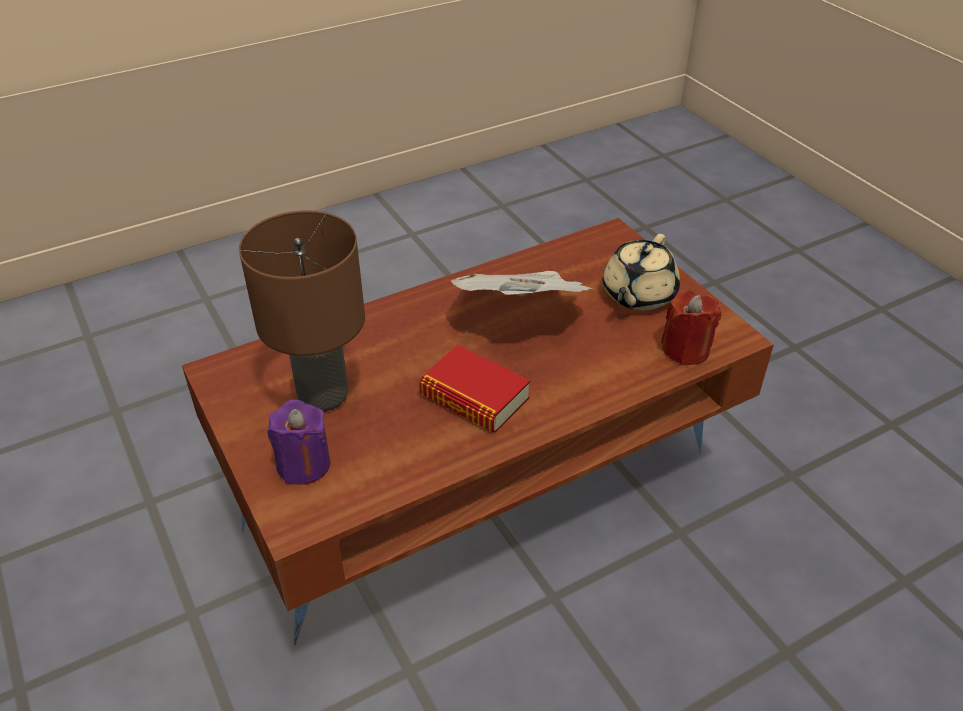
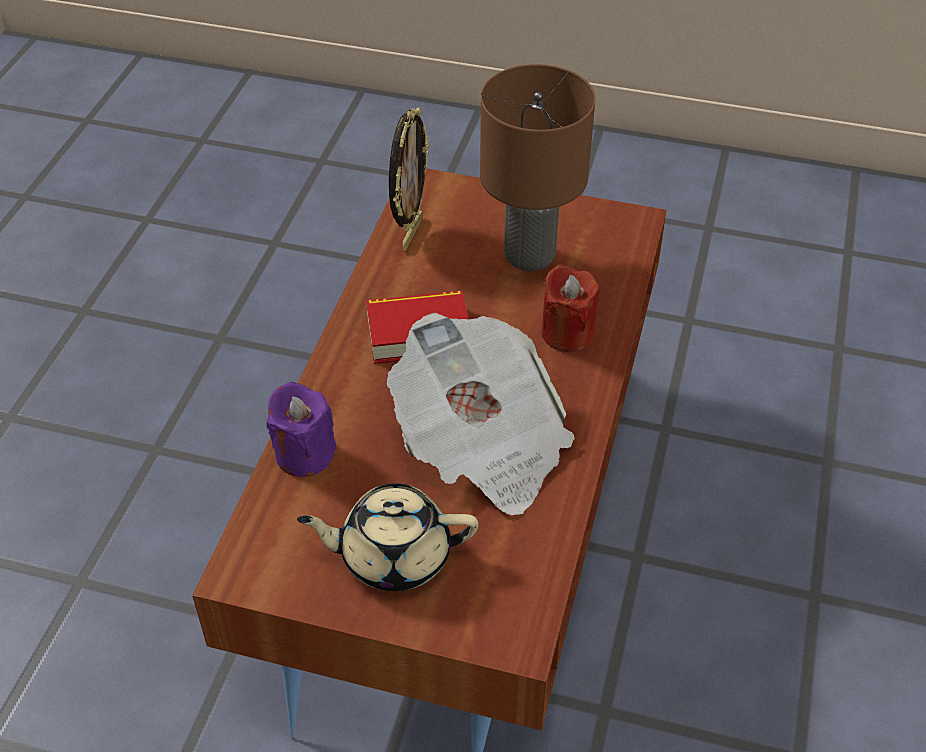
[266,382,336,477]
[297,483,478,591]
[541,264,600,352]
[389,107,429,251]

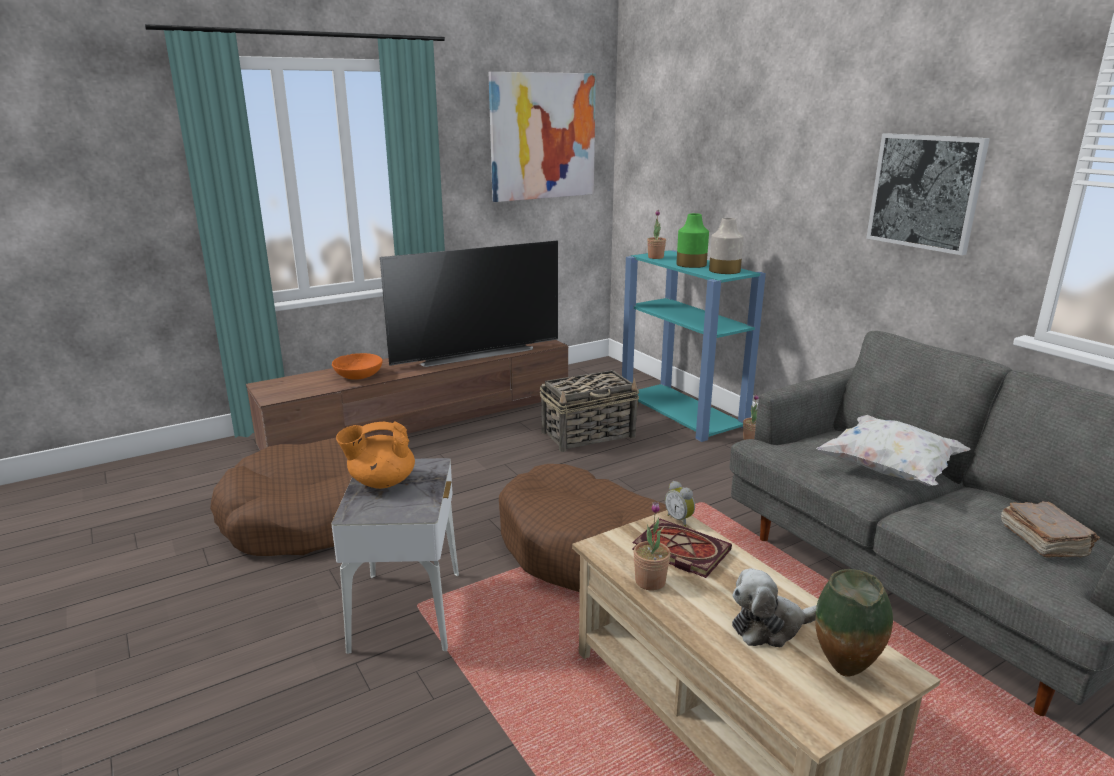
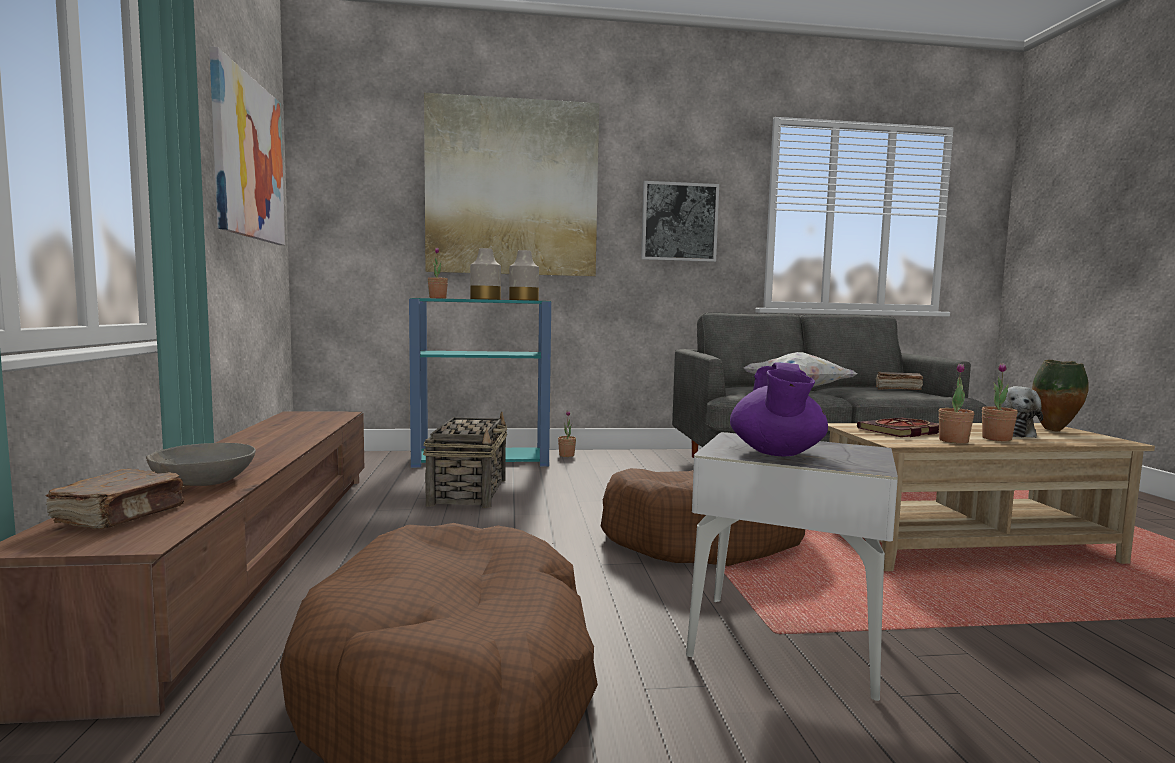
[146,443,256,486]
[730,362,828,456]
[380,241,558,367] (first image)
[665,481,695,527] (first image)
[470,248,501,300]
[45,469,185,529]
[424,93,599,276]
[982,363,1018,441]

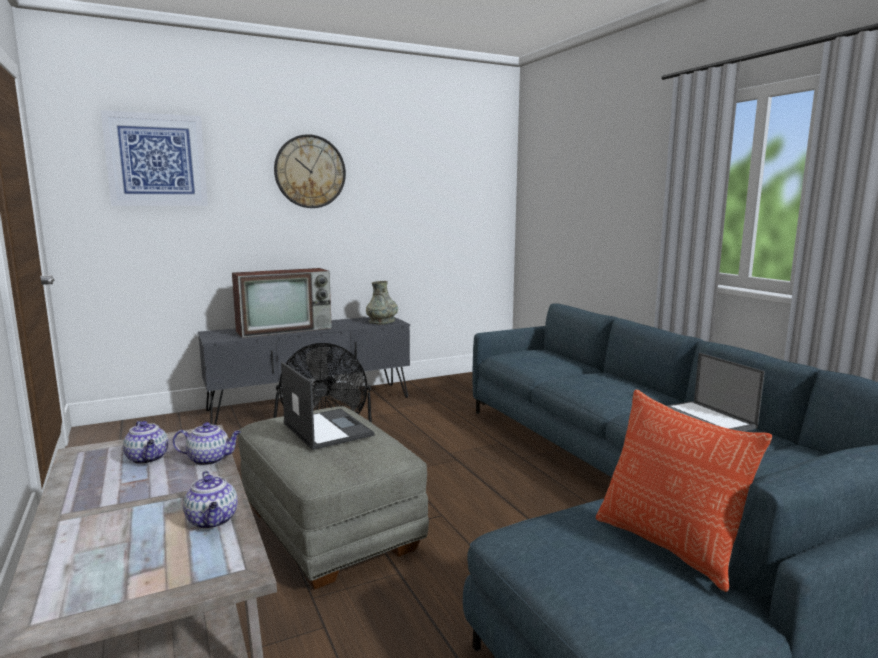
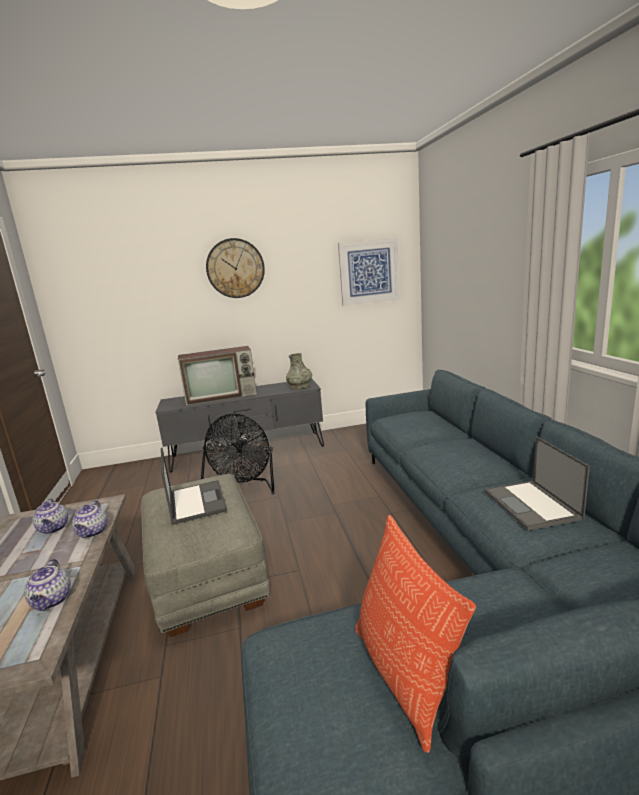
[338,238,400,306]
[72,500,107,538]

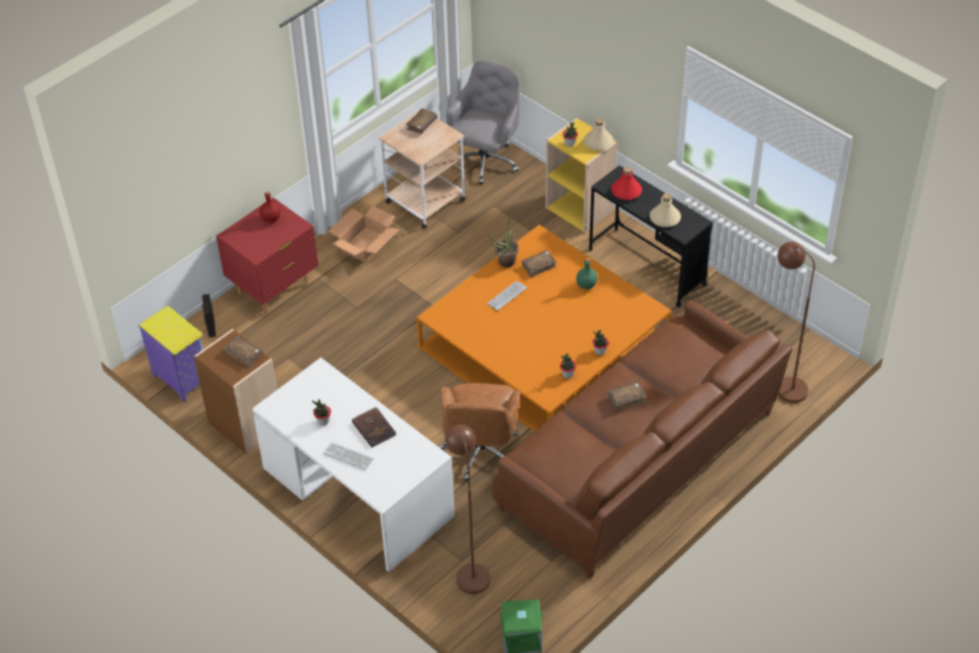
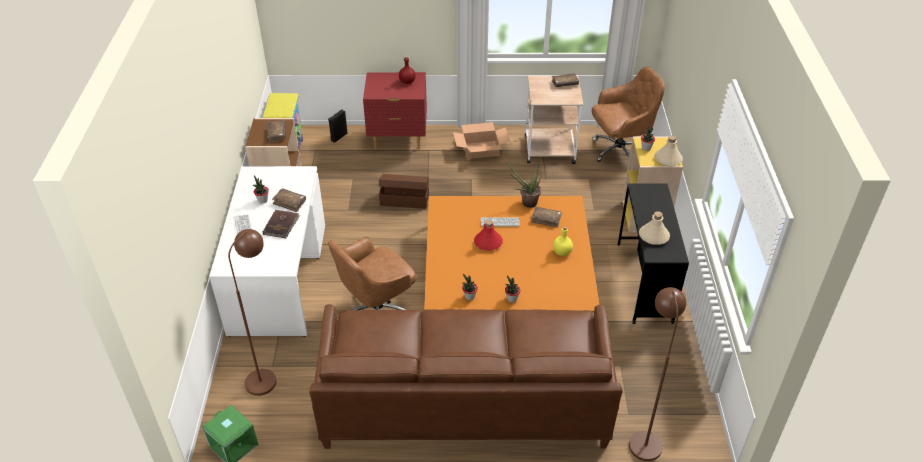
[592,67,665,162]
[553,226,573,256]
[272,188,306,212]
[474,219,503,251]
[379,174,429,209]

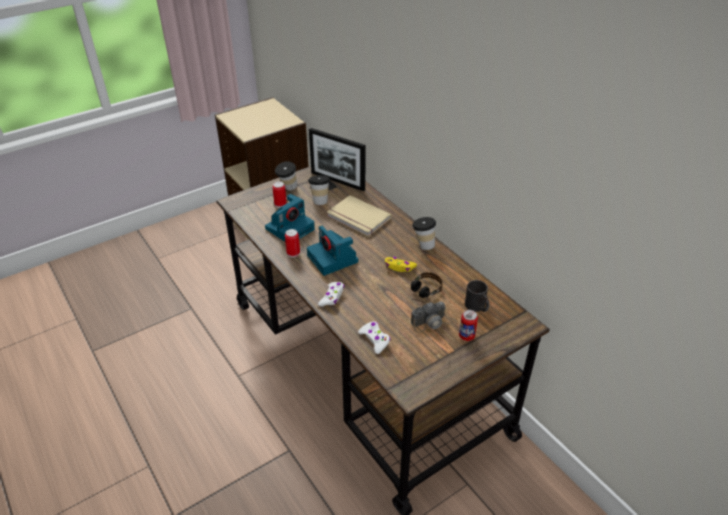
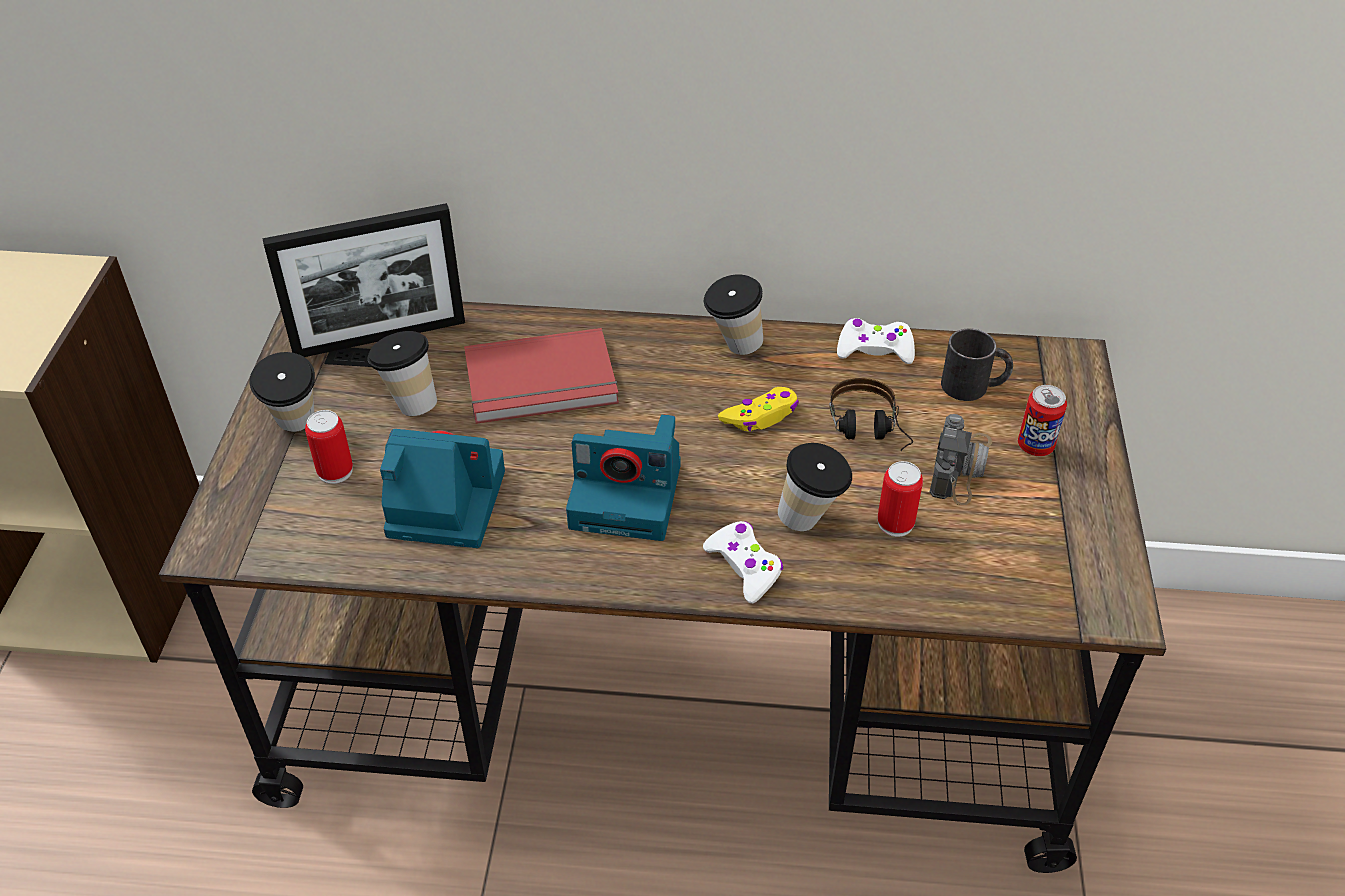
[380,429,505,548]
[877,461,923,537]
[464,328,619,424]
[837,318,915,364]
[778,443,852,531]

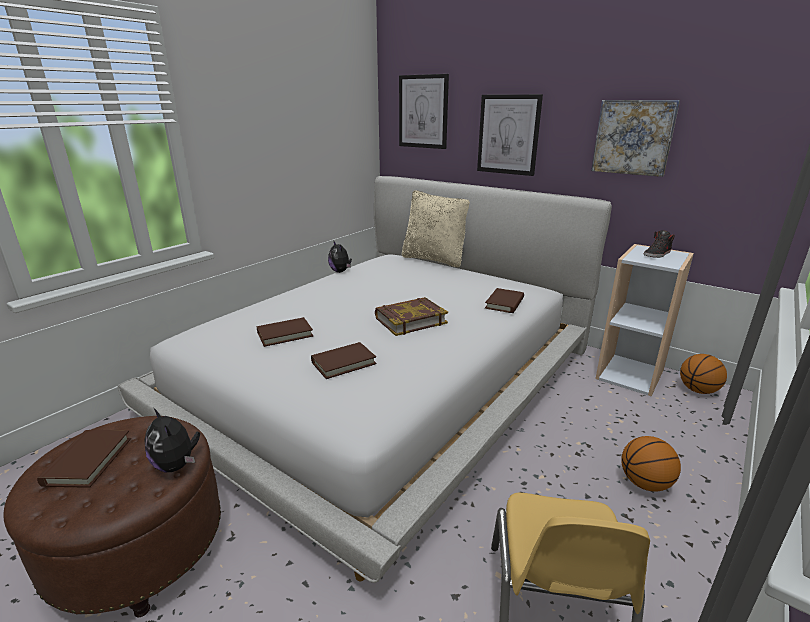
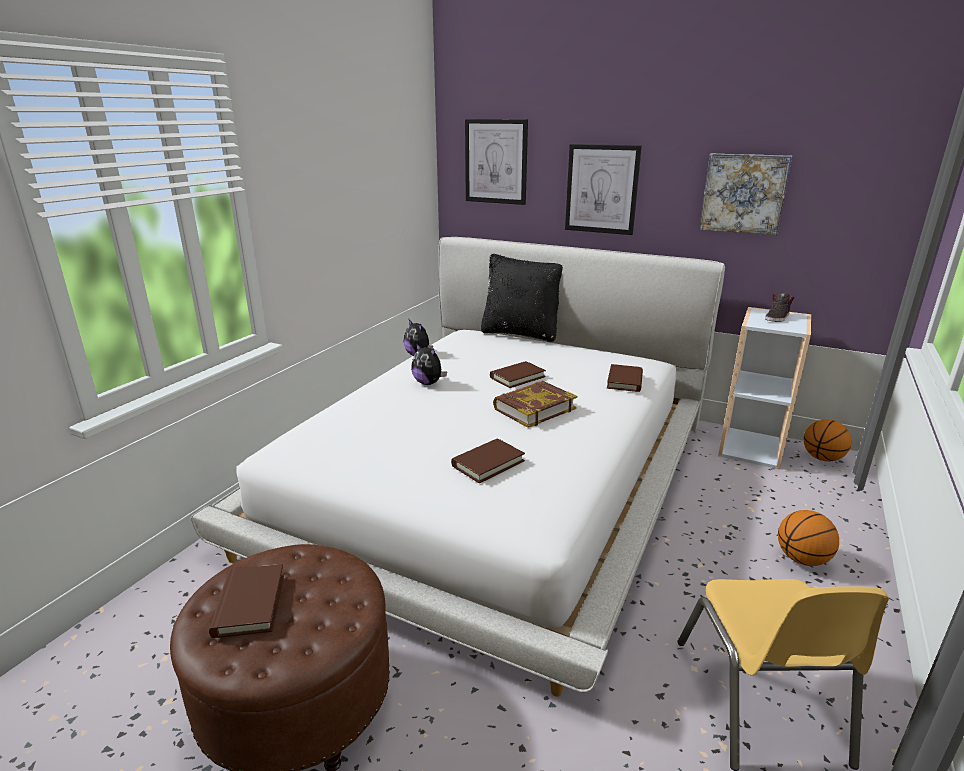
[411,343,447,385]
[490,361,546,388]
[481,253,563,342]

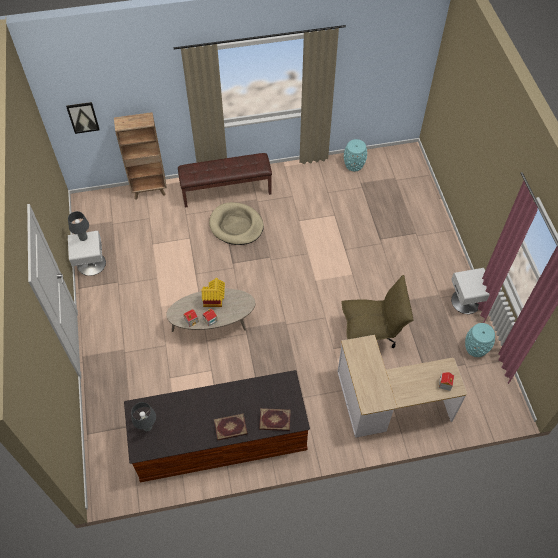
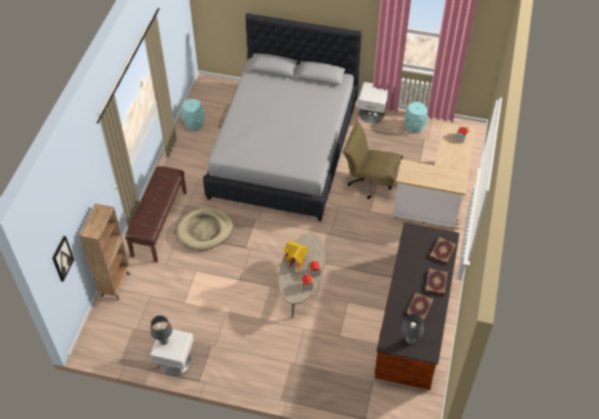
[343,120,403,199]
[203,13,362,221]
[406,293,434,322]

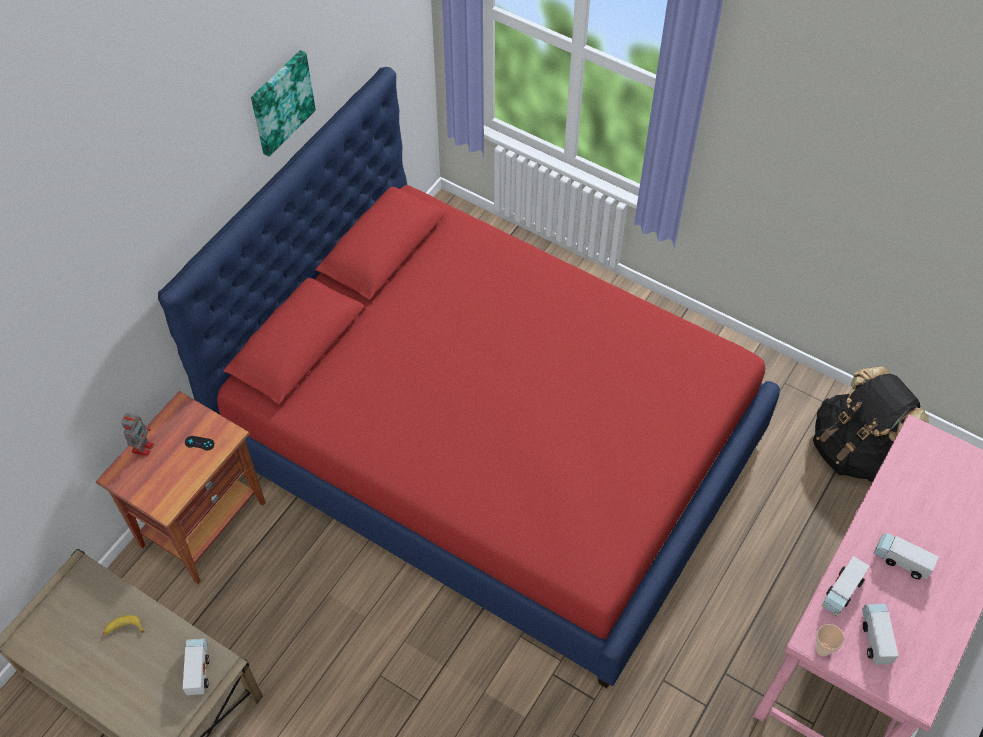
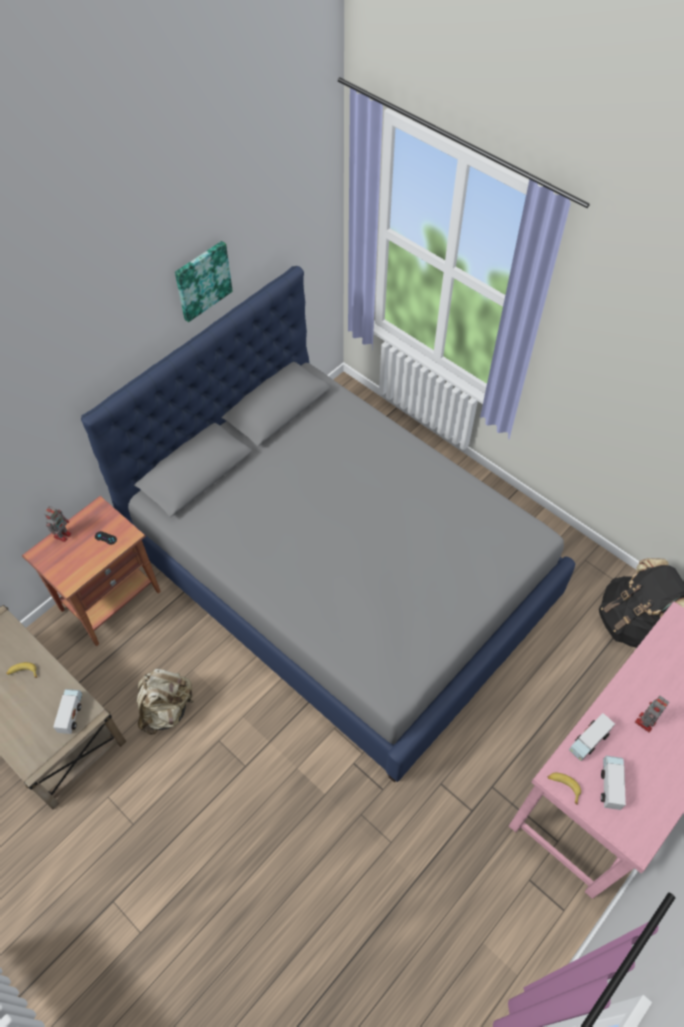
[81,266,575,783]
[547,773,581,805]
[635,696,669,733]
[137,669,193,735]

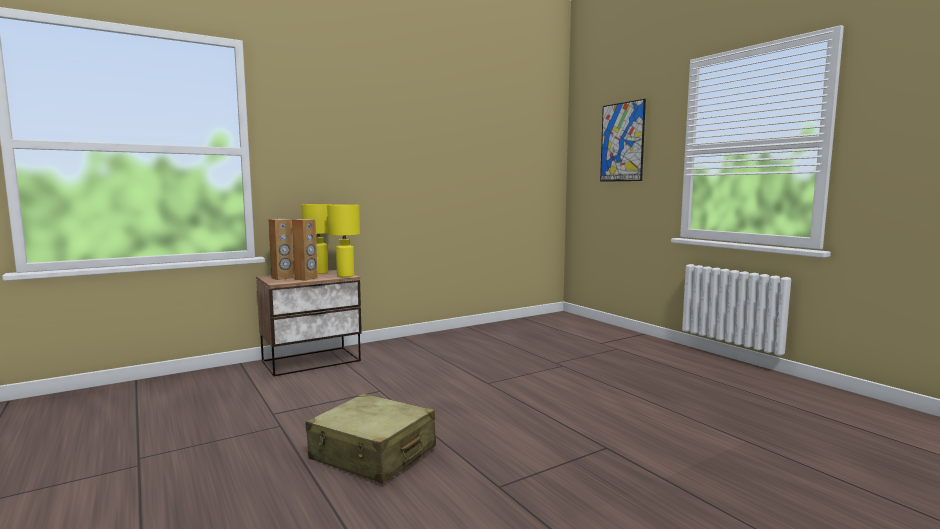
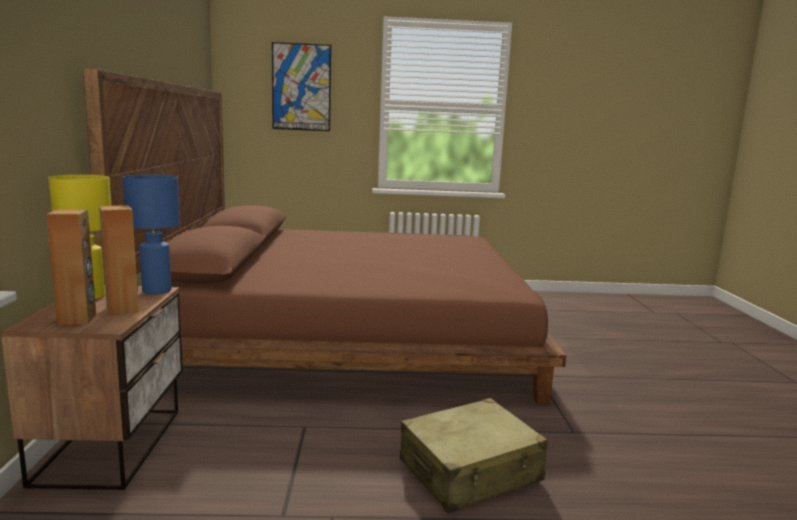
[123,175,180,295]
[83,69,566,404]

